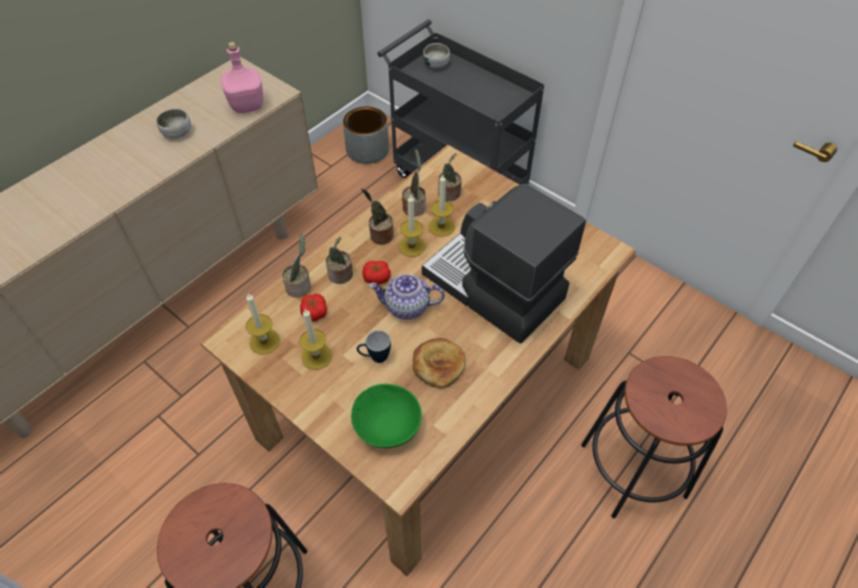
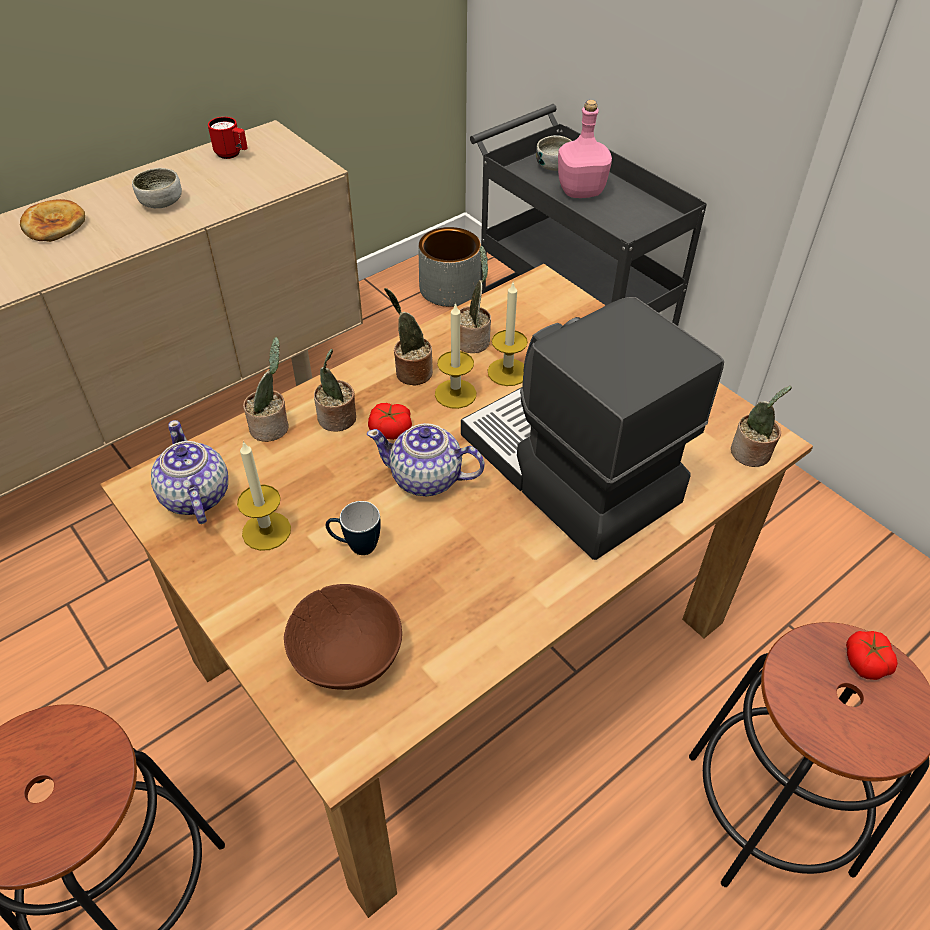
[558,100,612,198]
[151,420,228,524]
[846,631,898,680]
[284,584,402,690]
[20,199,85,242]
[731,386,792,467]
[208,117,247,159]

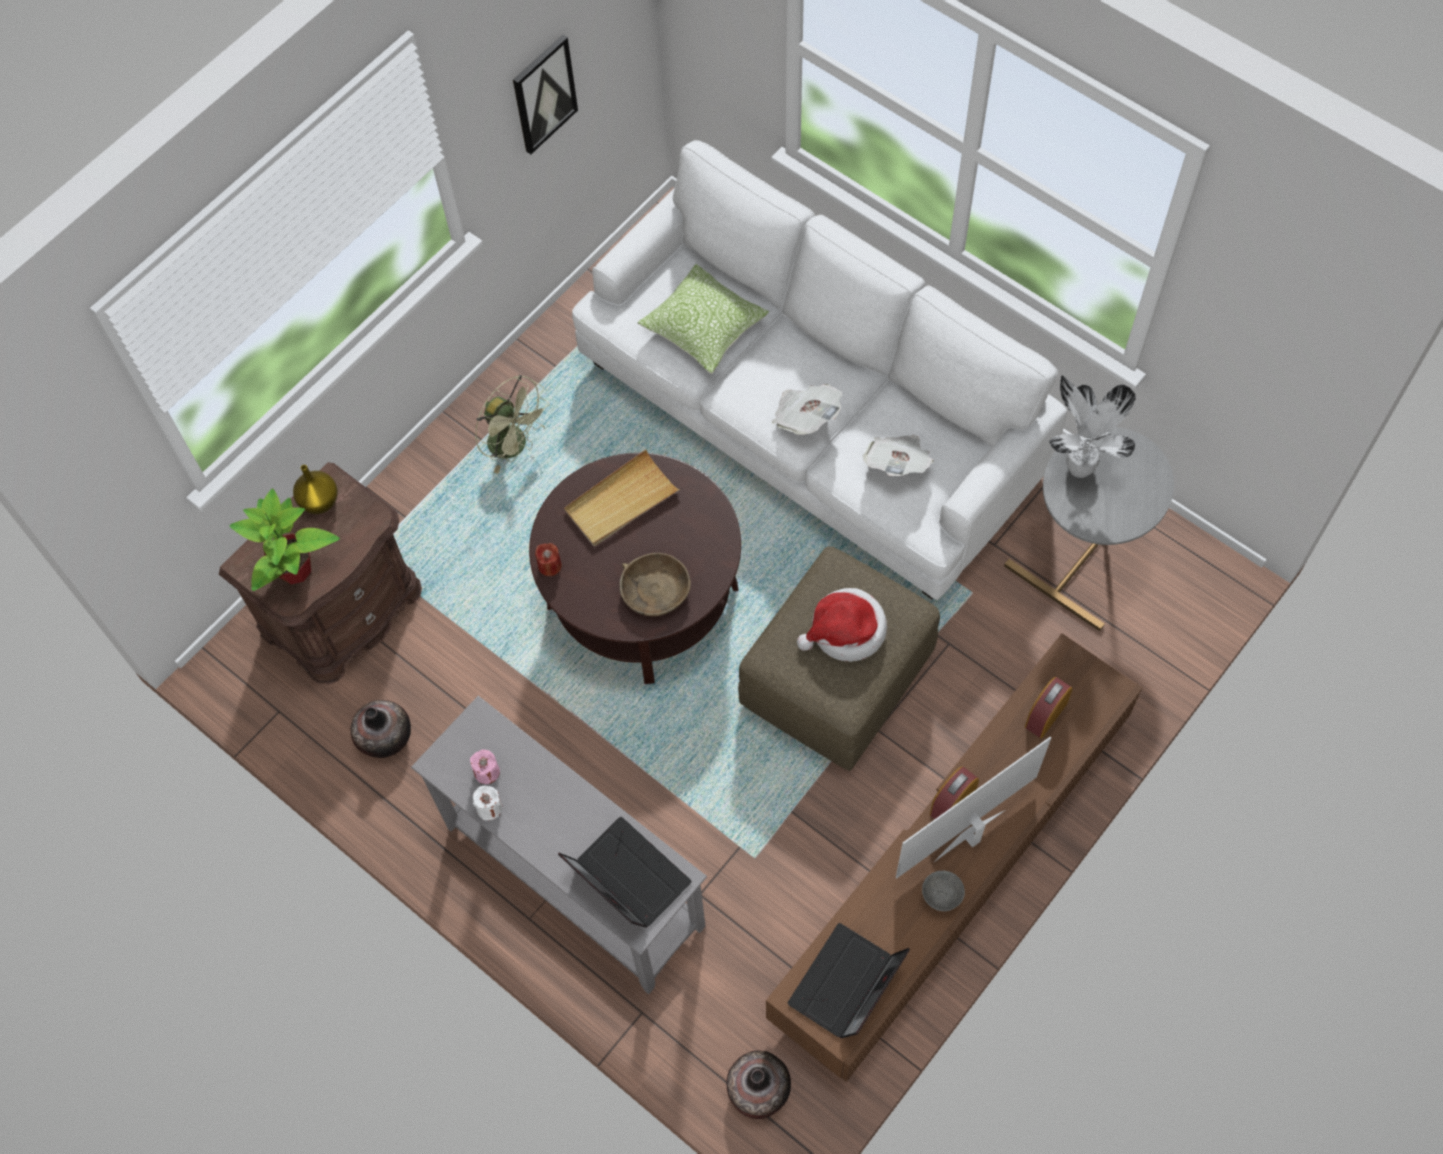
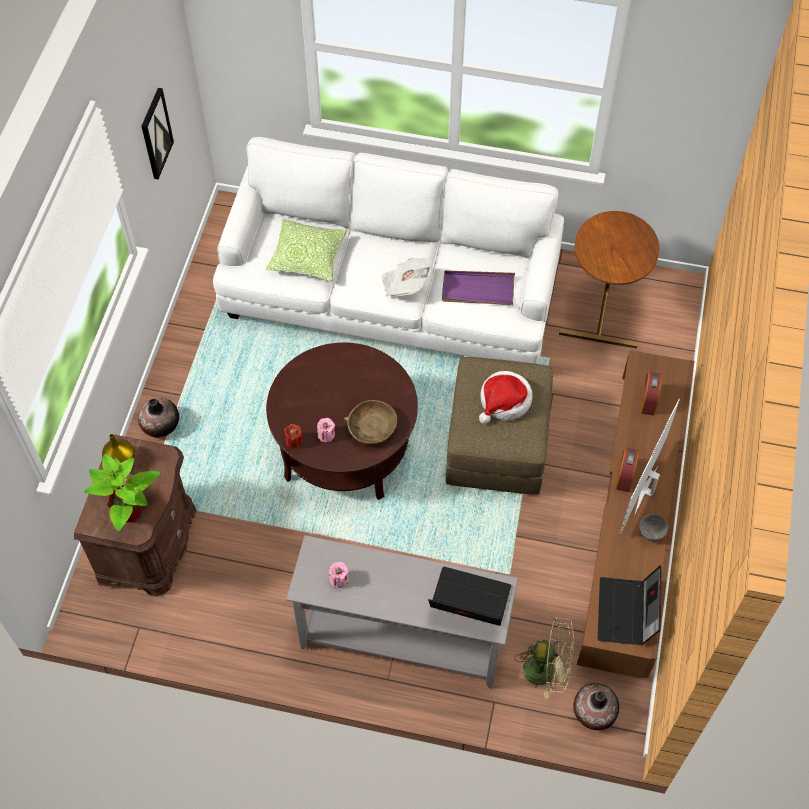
[138,398,179,437]
[473,786,502,821] (first image)
[515,617,574,699]
[564,449,680,546] (first image)
[442,271,515,306]
[559,211,660,349]
[1049,375,1136,478] (first image)
[317,418,335,443]

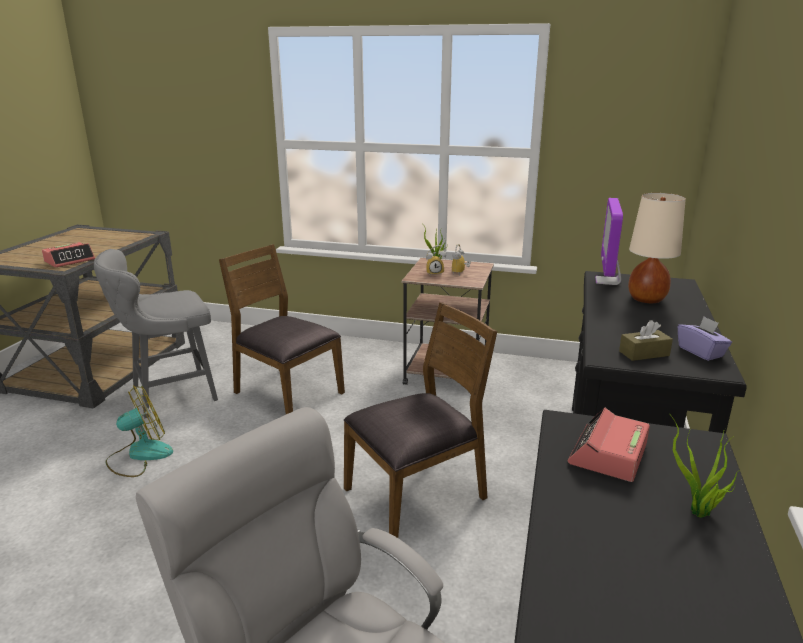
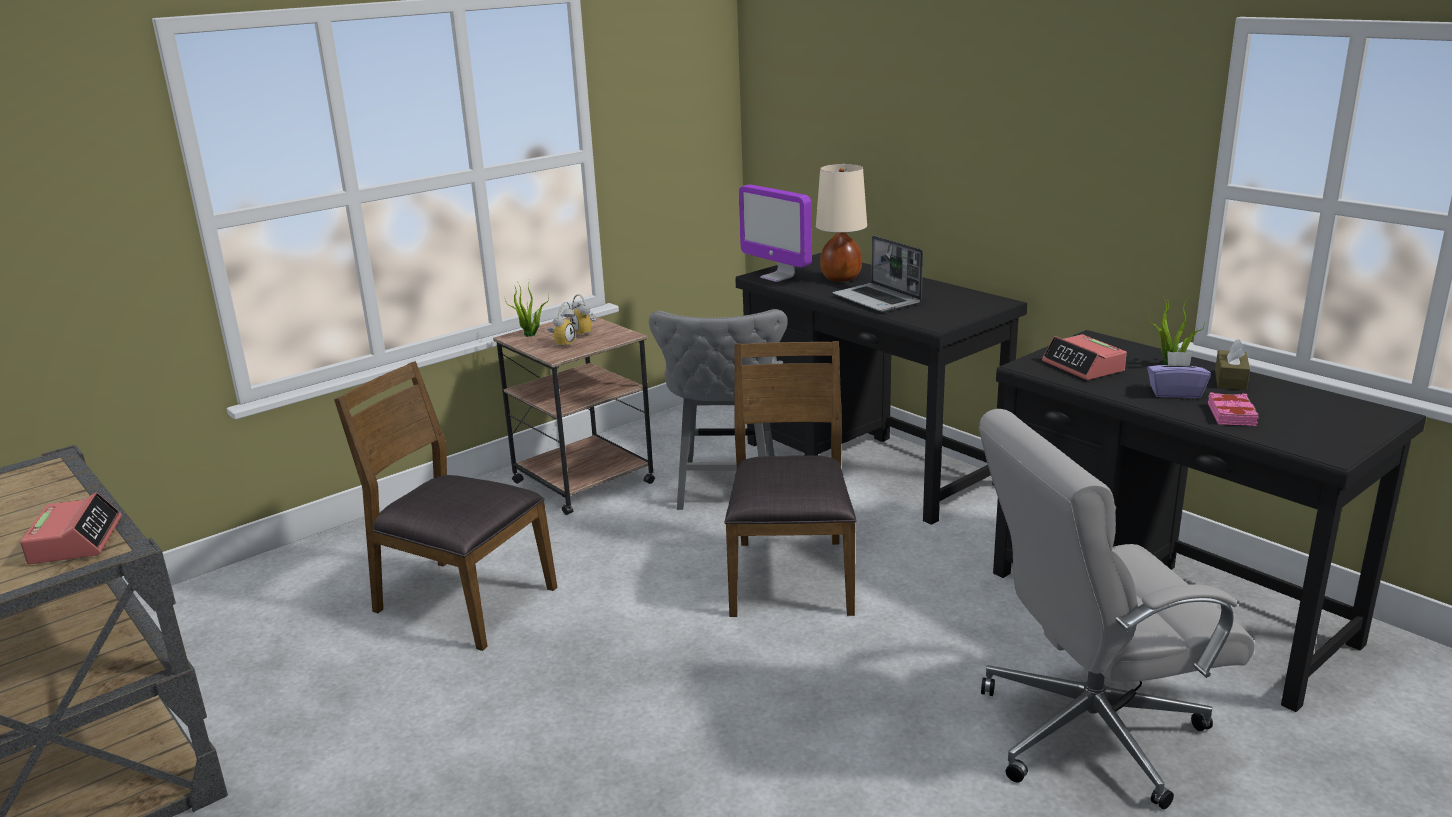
[649,309,788,510]
[105,385,173,477] (first image)
[334,361,557,651]
[1215,340,1250,390]
[1147,351,1211,398]
[832,235,923,312]
[1208,392,1259,426]

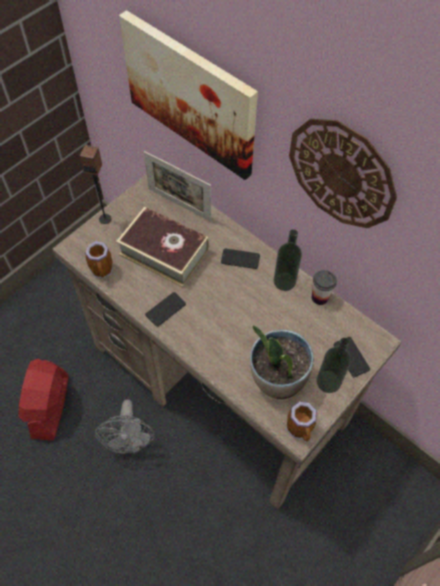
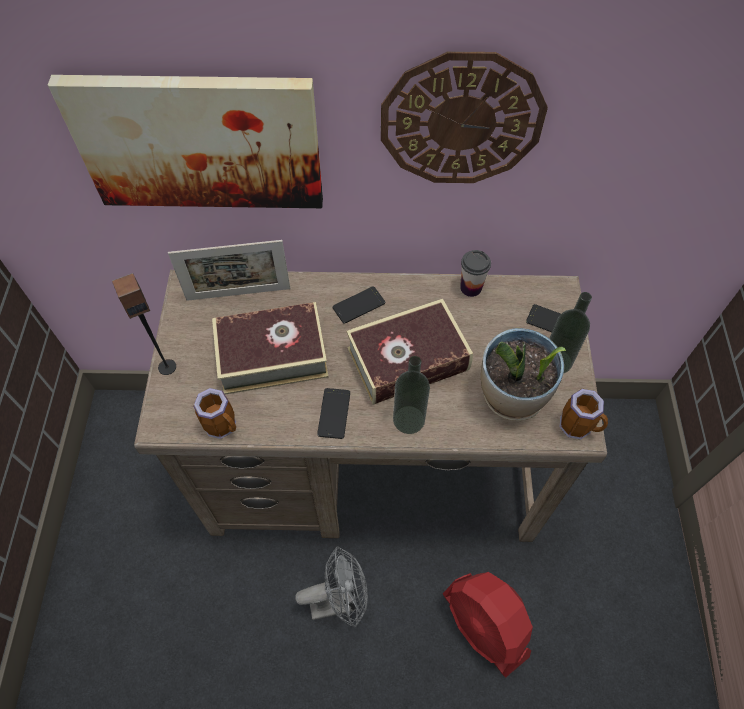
[442,572,533,678]
[295,546,368,628]
[393,356,430,434]
[346,299,473,405]

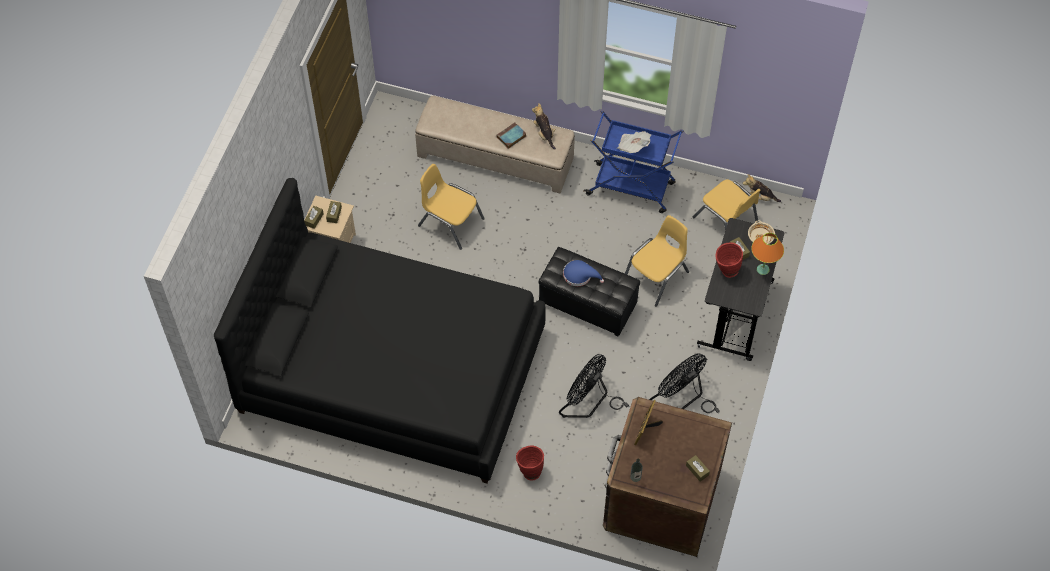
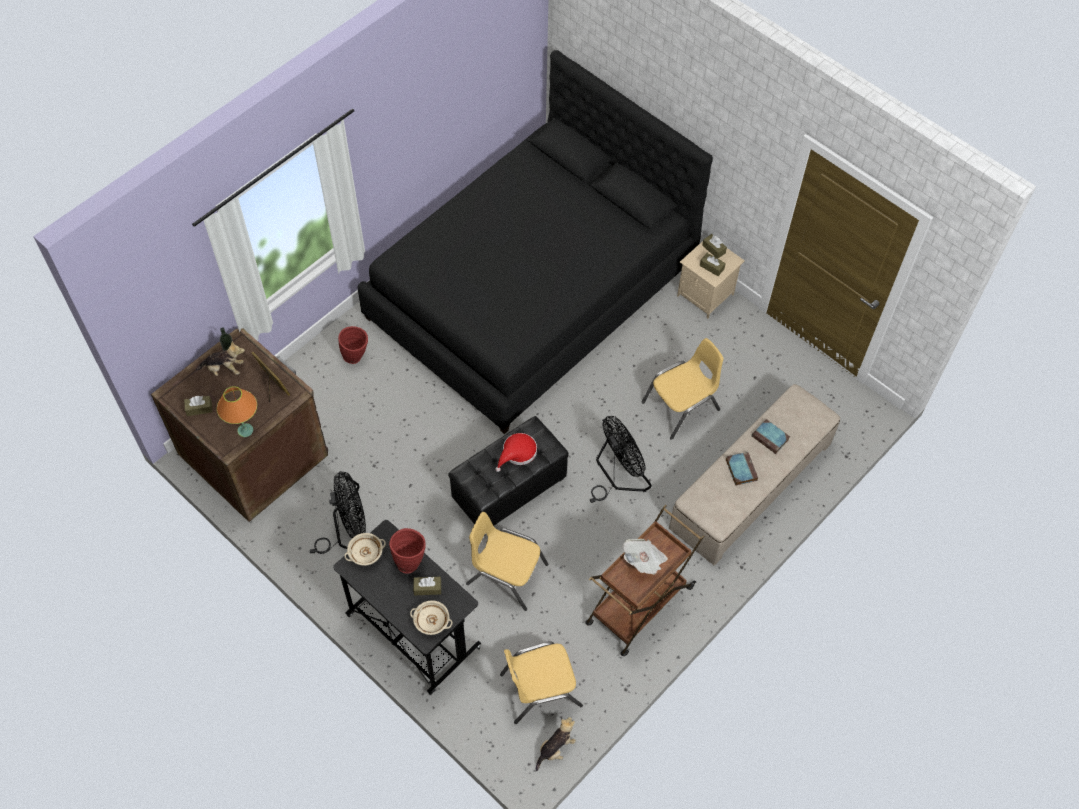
[196,341,245,376]
[589,416,652,503]
[495,433,537,472]
[586,505,704,656]
[466,512,548,611]
[217,386,257,437]
[344,533,386,566]
[752,419,790,454]

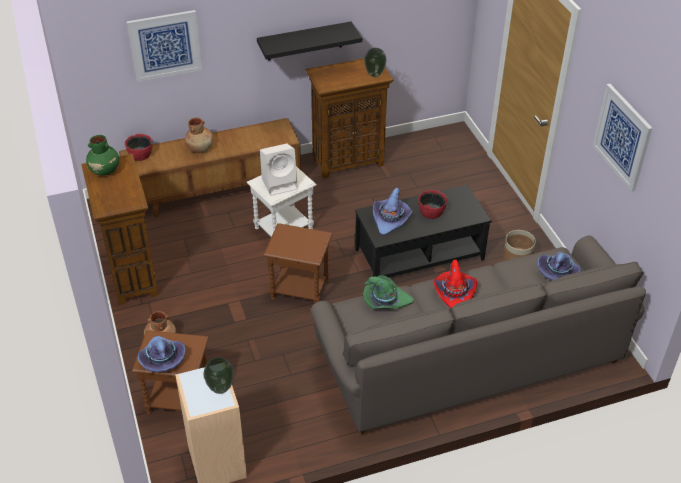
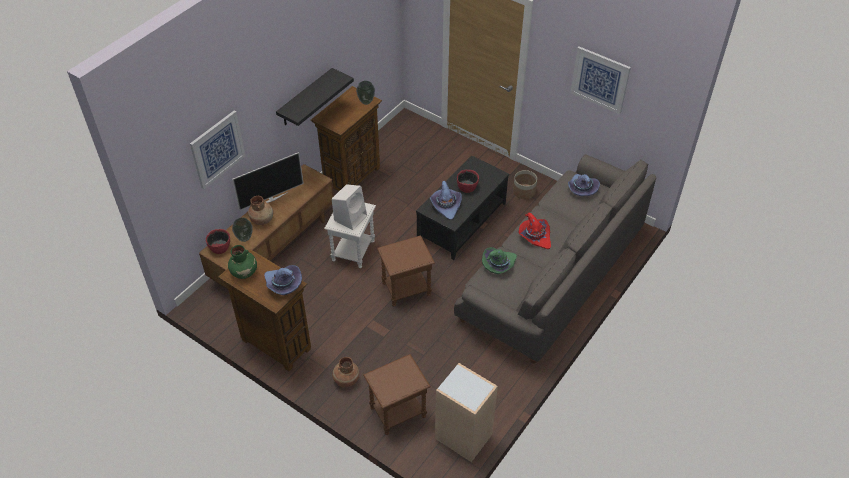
[264,265,302,295]
[232,217,253,242]
[232,152,304,210]

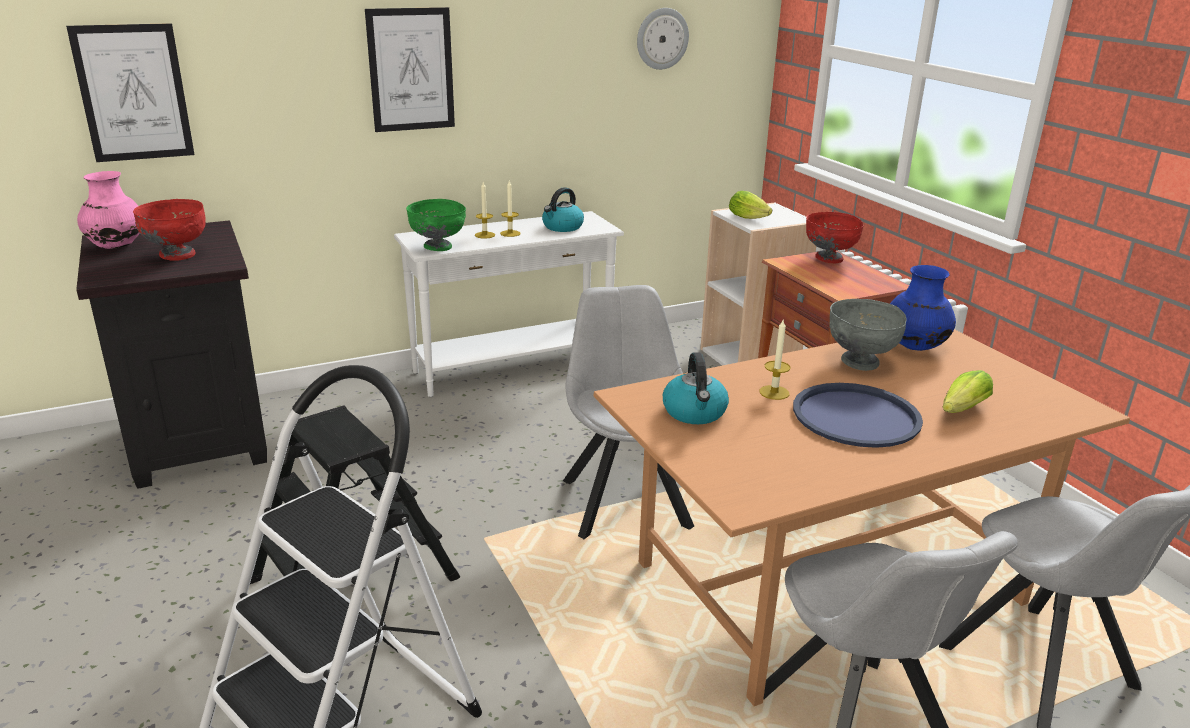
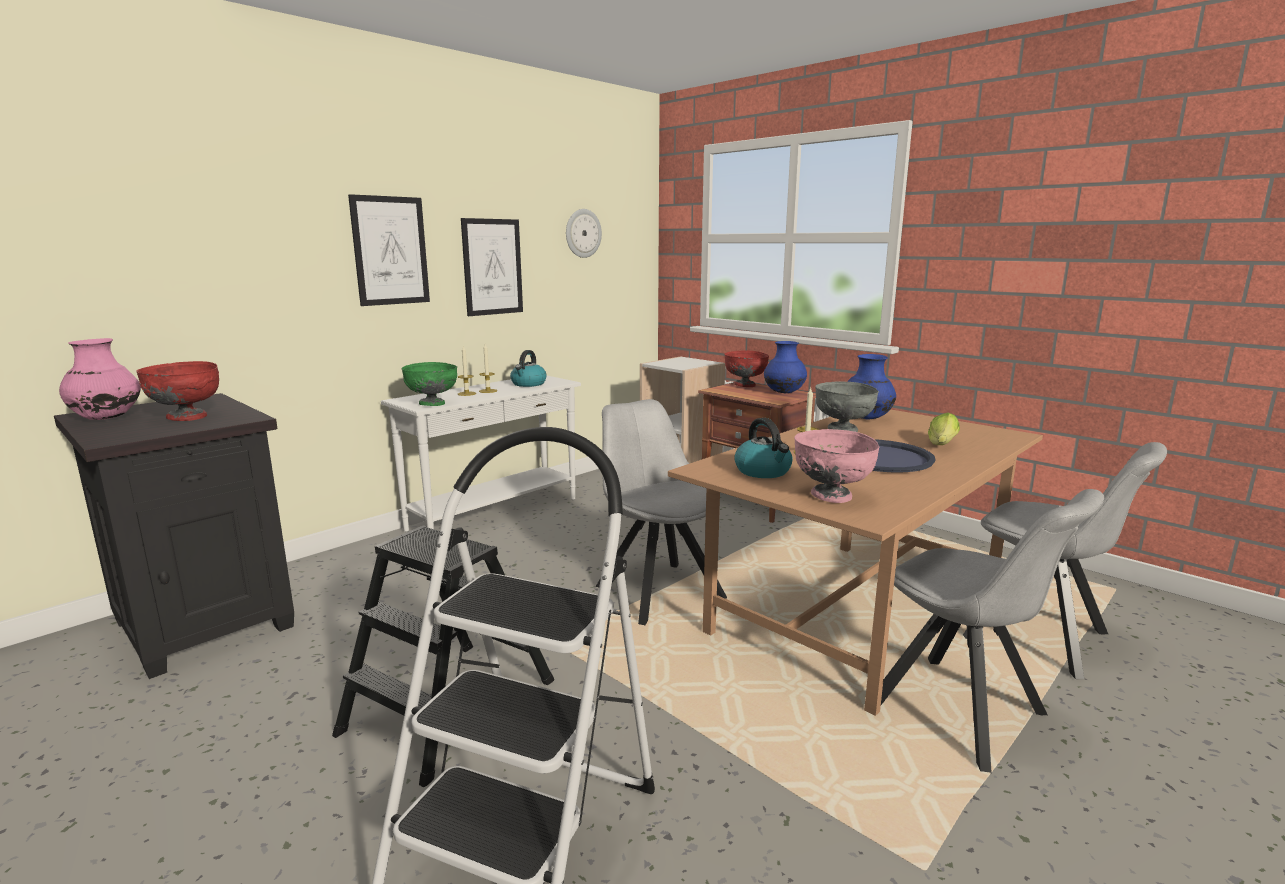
[461,218,523,316]
[729,191,772,219] (first image)
[764,341,807,393]
[794,429,879,503]

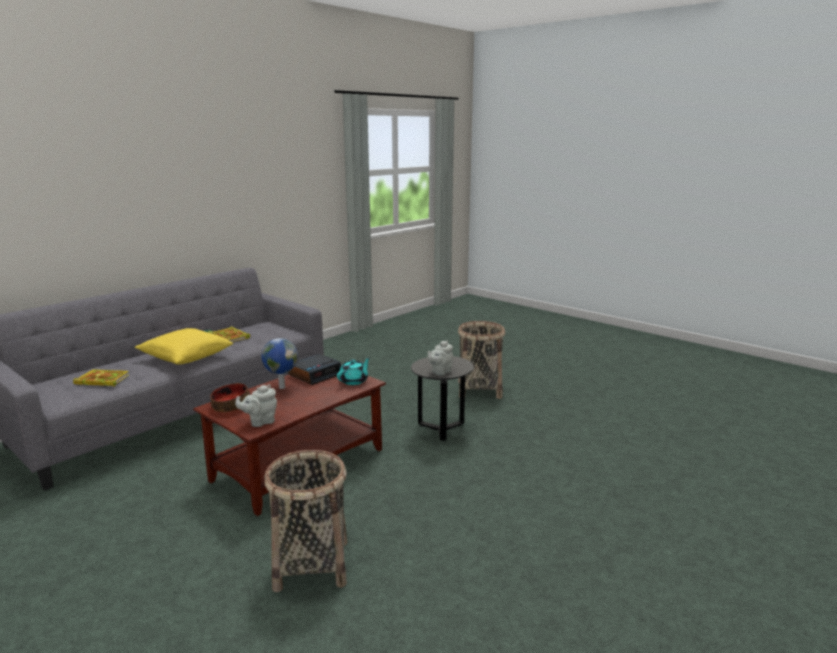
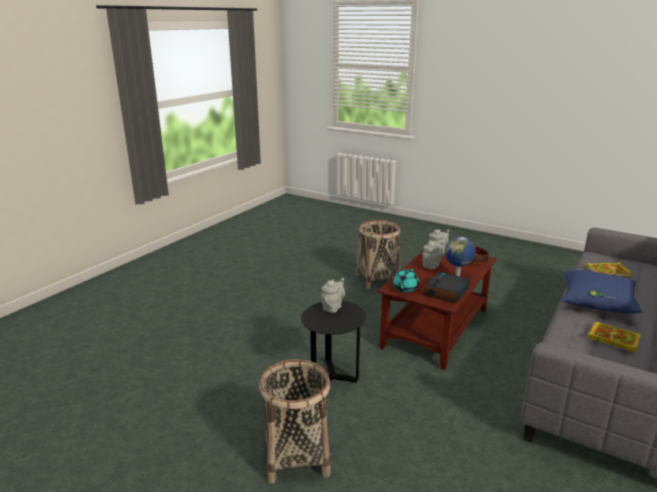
[561,270,642,314]
[422,241,444,270]

